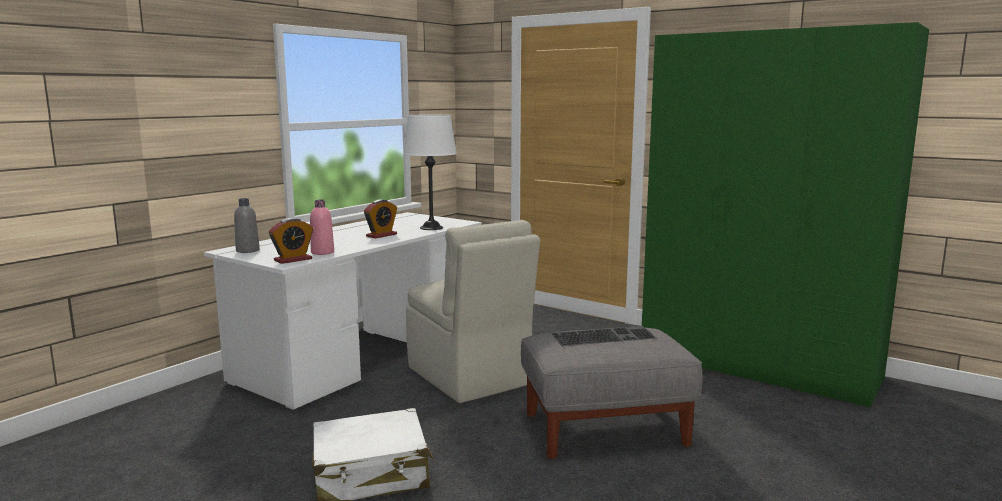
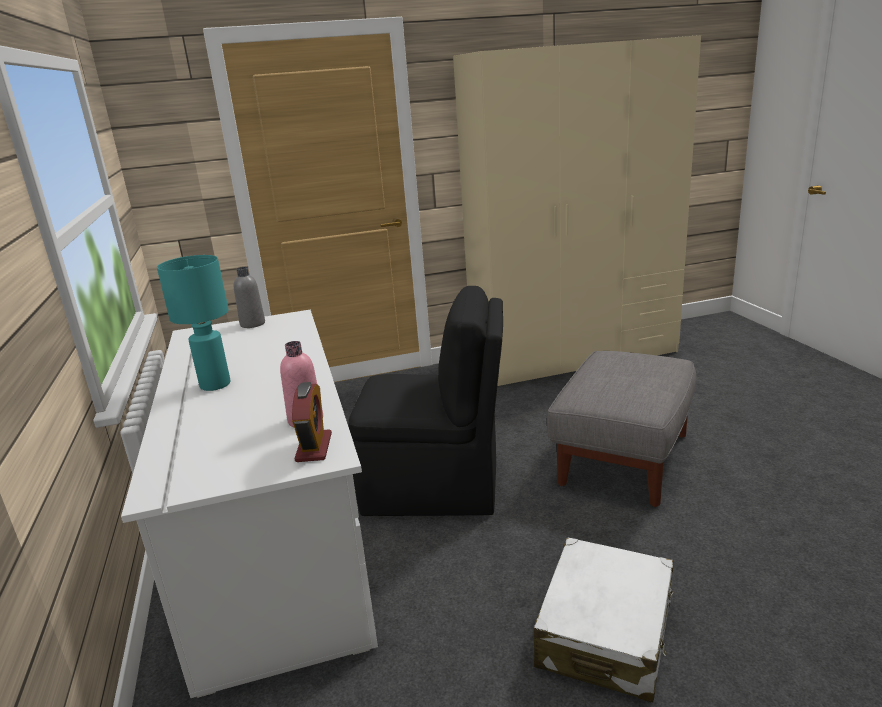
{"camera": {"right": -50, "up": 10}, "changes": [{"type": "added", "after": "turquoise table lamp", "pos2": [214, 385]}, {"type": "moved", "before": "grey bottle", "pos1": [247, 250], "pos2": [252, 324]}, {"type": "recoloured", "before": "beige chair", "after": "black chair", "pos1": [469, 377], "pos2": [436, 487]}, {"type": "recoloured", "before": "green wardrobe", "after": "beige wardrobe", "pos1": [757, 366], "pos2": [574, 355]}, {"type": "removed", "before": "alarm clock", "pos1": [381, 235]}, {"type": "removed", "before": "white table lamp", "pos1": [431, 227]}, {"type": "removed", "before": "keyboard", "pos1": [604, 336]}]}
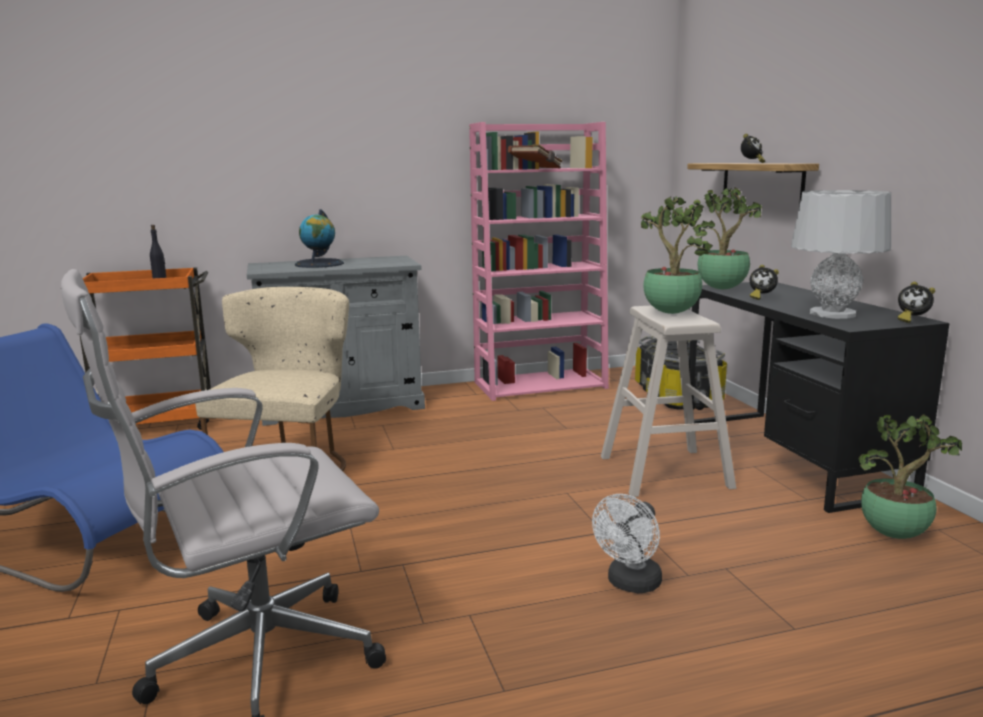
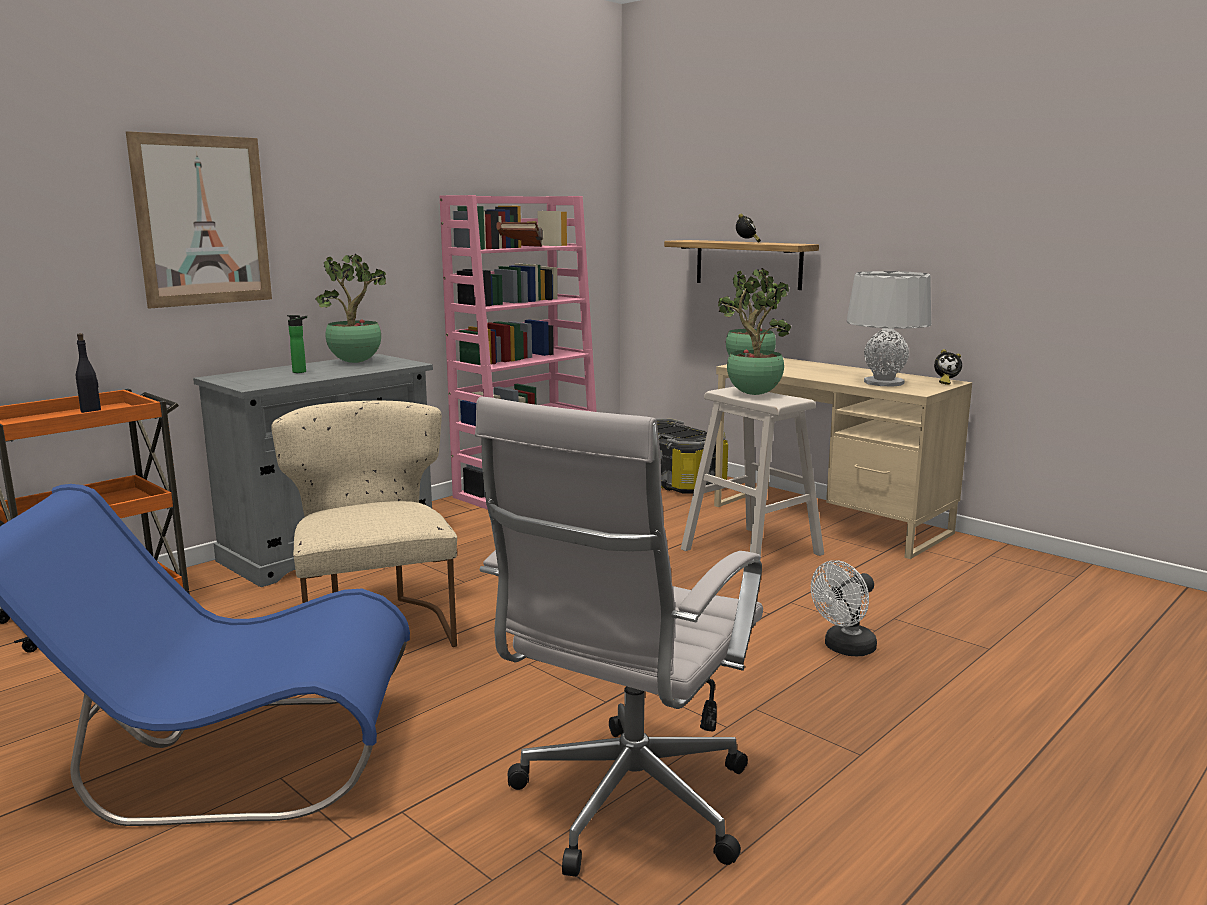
{"camera": {"right": -30, "up": 0}, "changes": [{"type": "added", "after": "picture", "pos2": [202, 221]}, {"type": "replaced", "before": "globe", "after": "bottle", "pos1": [319, 264], "pos2": [301, 372]}, {"type": "moved", "before": "potted plant", "pos1": [896, 535], "pos2": [357, 362]}, {"type": "recoloured", "before": "black desk", "after": "beige desk", "pos1": [788, 456], "pos2": [829, 519]}, {"type": "turned", "before": "white fan", "pos1": [630, 584], "pos2": [844, 649], "turn": 45}, {"type": "removed", "before": "alarm clock", "pos1": [761, 297]}]}
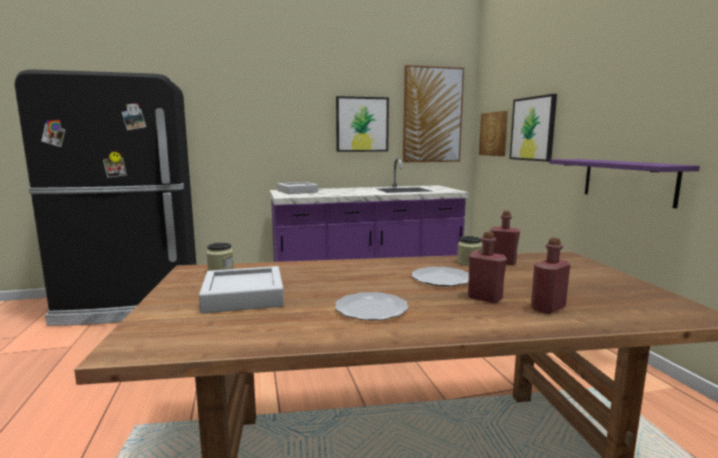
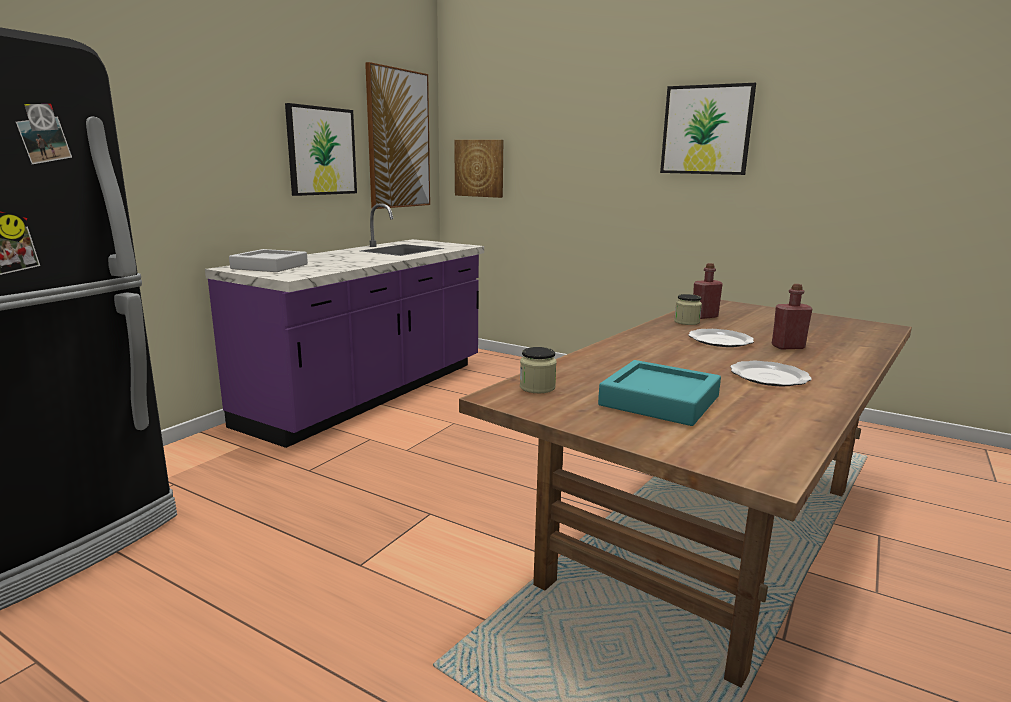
{"camera": {"right": -45, "up": 5}, "changes": [{"type": "recoloured", "before": "grey tray", "after": "turquoise tray", "pos1": [243, 296], "pos2": [659, 401]}, {"type": "moved", "before": "picture", "pos1": [533, 129], "pos2": [706, 130]}, {"type": "removed", "before": "red bottle", "pos1": [548, 308]}, {"type": "removed", "before": "purple shelf", "pos1": [628, 181]}]}
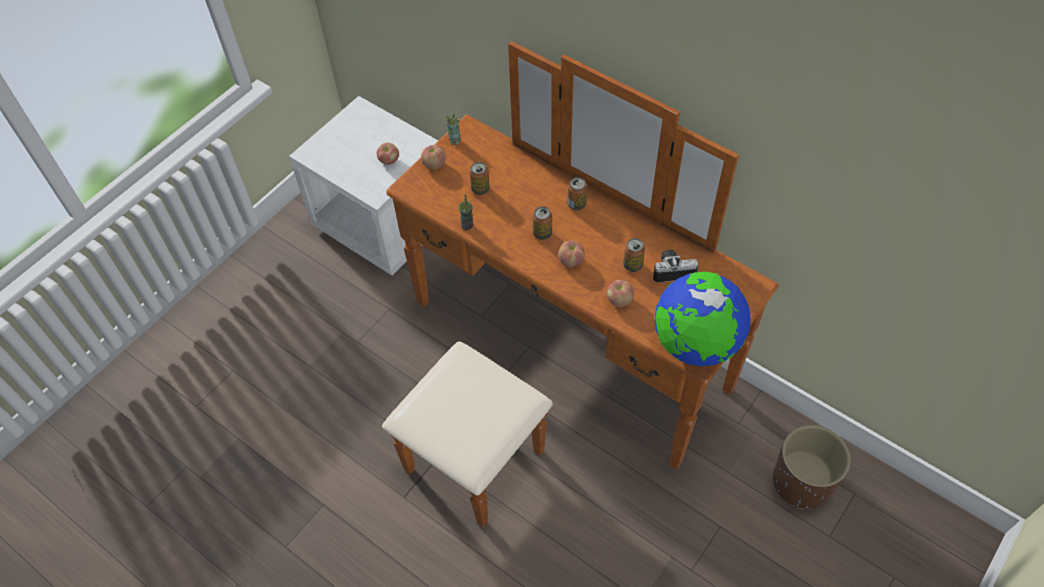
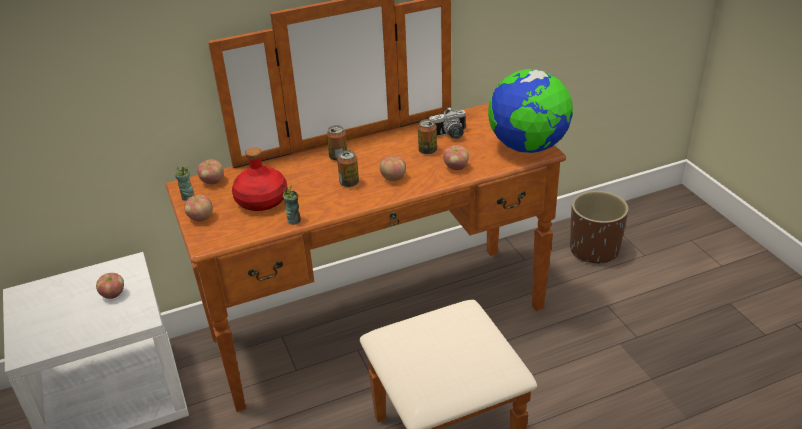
{"camera": {"right": -60, "up": -20}, "changes": [{"type": "added", "after": "apple", "pos2": [213, 181]}, {"type": "replaced", "before": "can", "after": "red bottle", "pos1": [480, 189], "pos2": [262, 200]}, {"type": "turned", "before": "photo camera", "pos1": [672, 270], "pos2": [450, 135], "turn": -135}]}
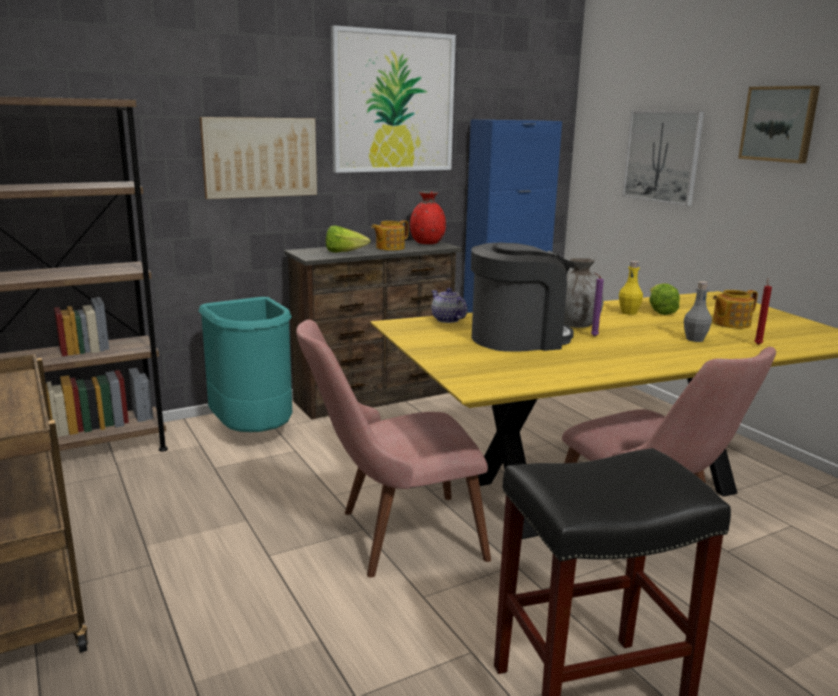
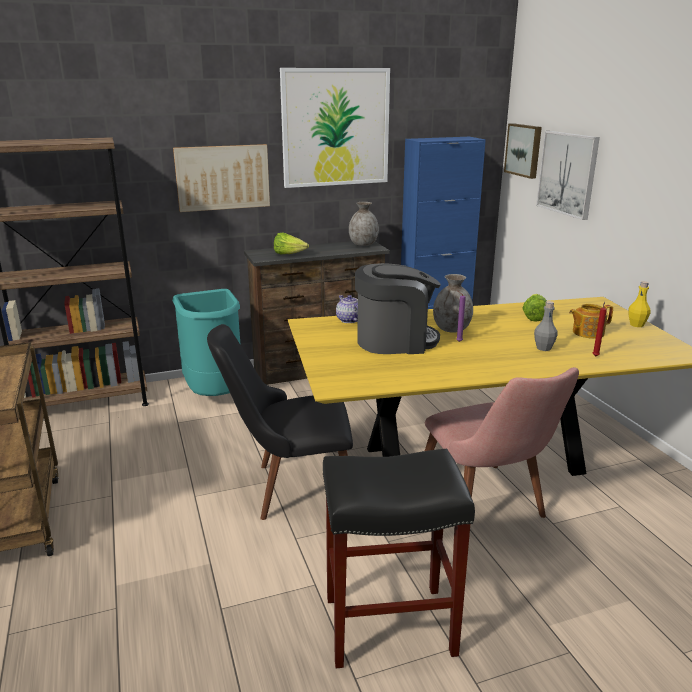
{"camera": {"right": 10, "up": 5}, "changes": [{"type": "recoloured", "before": "pink chair", "after": "black chair", "pos1": [393, 537], "pos2": [290, 489]}, {"type": "recoloured", "before": "red vase", "after": "grey vase", "pos1": [427, 243], "pos2": [363, 244]}, {"type": "moved", "before": "picture", "pos1": [779, 124], "pos2": [524, 150]}, {"type": "moved", "before": "yellow bottle", "pos1": [628, 312], "pos2": [636, 325]}, {"type": "removed", "before": "teapot", "pos1": [389, 248]}]}
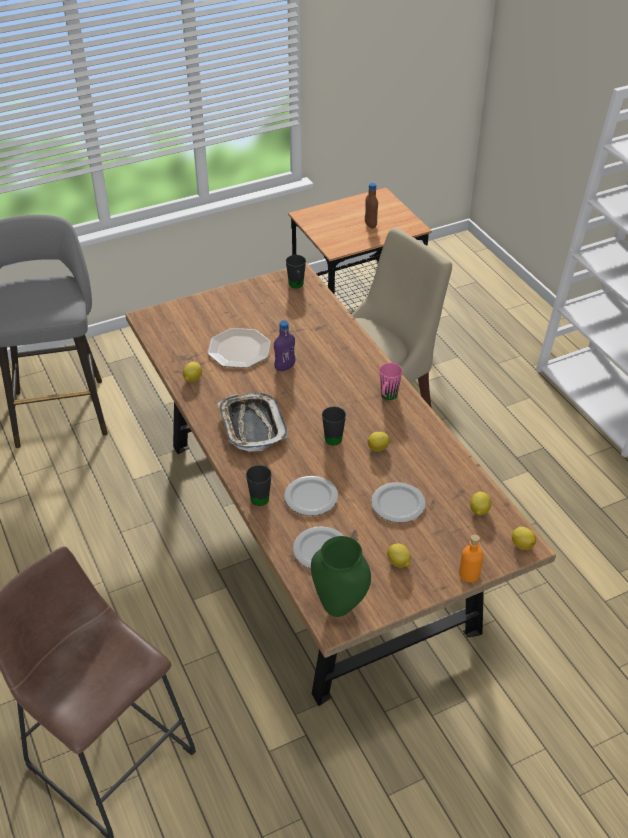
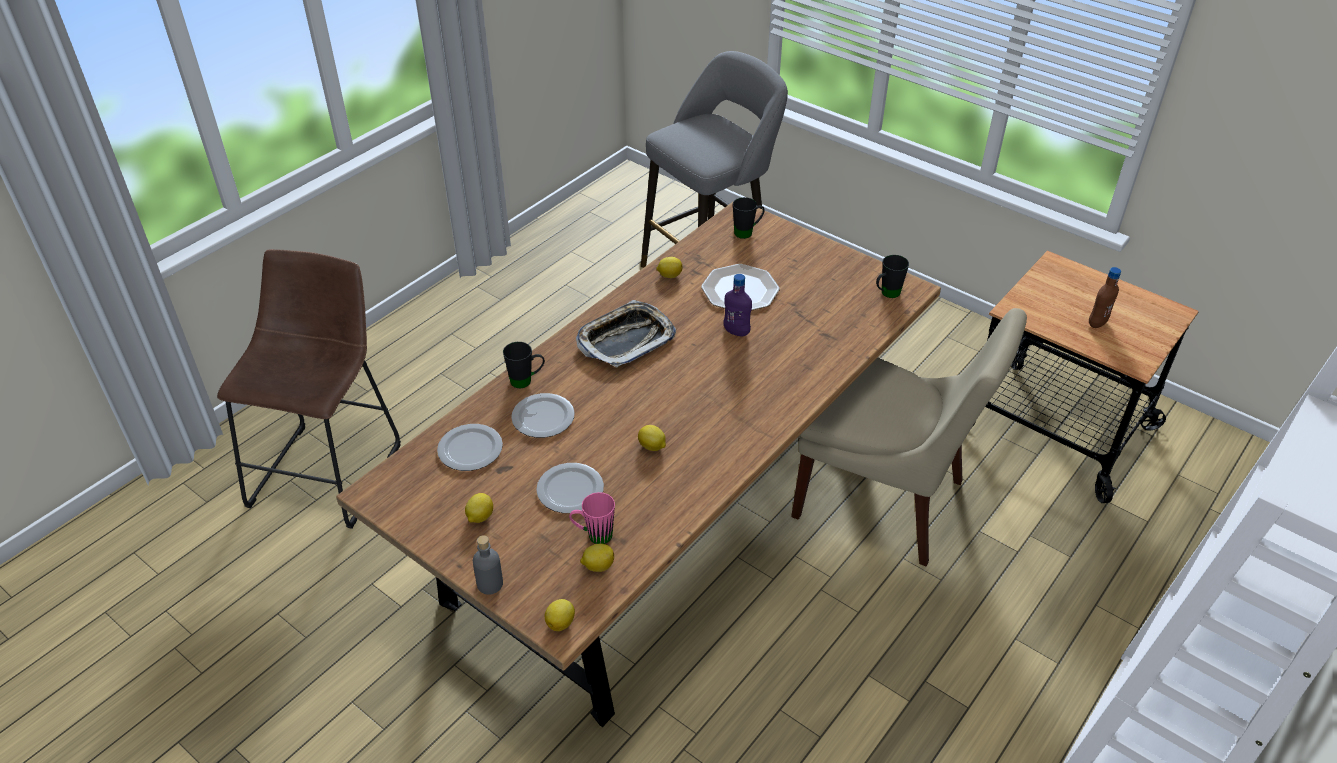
{"camera": {"right": 65, "up": 0}, "changes": [{"type": "recoloured", "before": "orange bottle", "after": "grey bottle", "pos1": [469, 574], "pos2": [490, 584]}, {"type": "moved", "before": "pink mug", "pos1": [387, 397], "pos2": [593, 535]}, {"type": "moved", "before": "black mug", "pos1": [333, 436], "pos2": [747, 232]}, {"type": "removed", "before": "green vase", "pos1": [340, 606]}]}
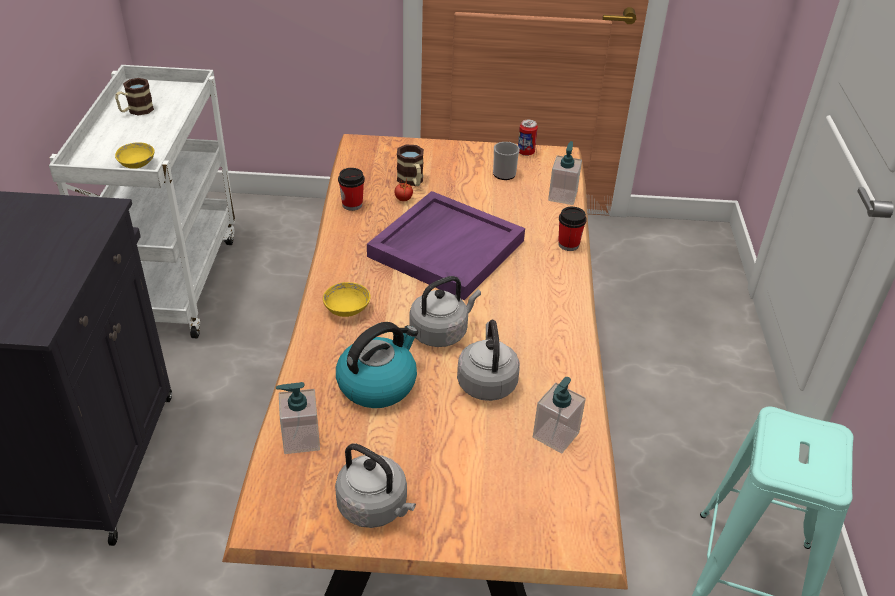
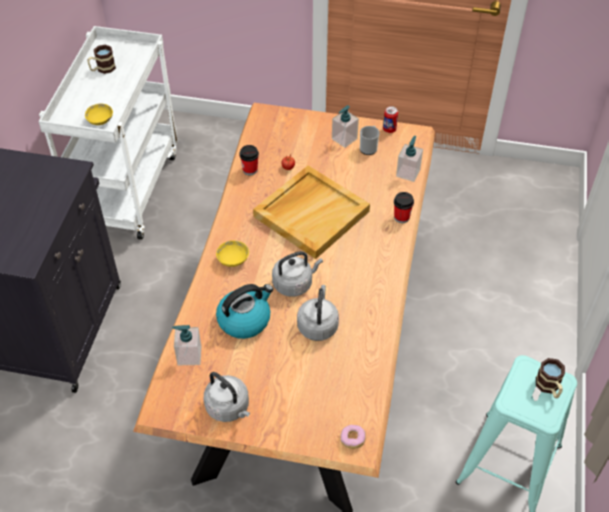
{"camera": {"right": 10, "up": 10}, "changes": [{"type": "recoloured", "before": "purple tray", "after": "beige tray", "pos1": [446, 247], "pos2": [311, 213]}, {"type": "moved", "before": "soap dispenser", "pos1": [555, 435], "pos2": [344, 139]}, {"type": "added", "after": "donut", "pos2": [352, 439]}, {"type": "moved", "before": "mug", "pos1": [412, 181], "pos2": [549, 387]}]}
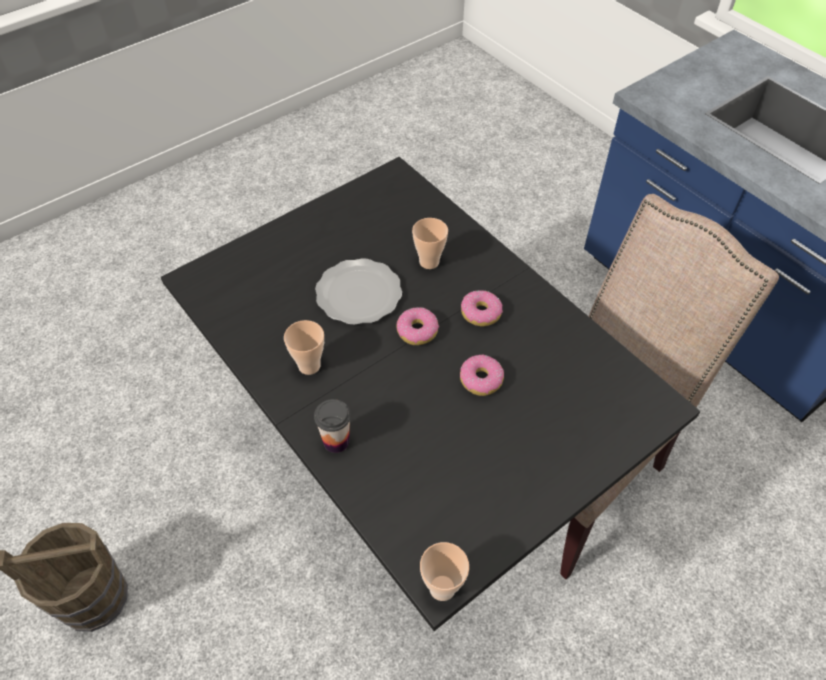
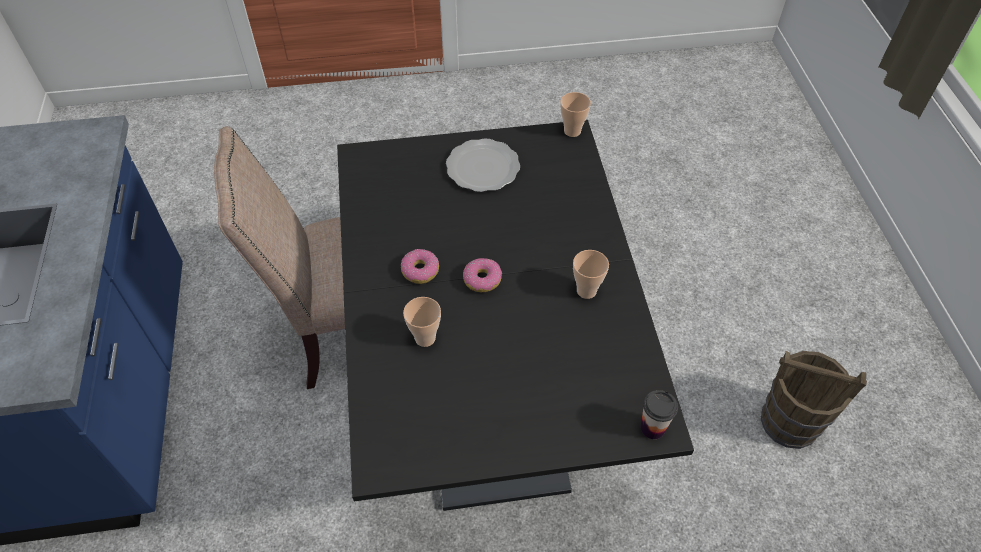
{"camera": {"right": -150, "up": 0}, "changes": [{"type": "moved", "before": "plate", "pos1": [359, 293], "pos2": [482, 168]}, {"type": "moved", "before": "cup", "pos1": [336, 441], "pos2": [652, 428]}, {"type": "removed", "before": "donut", "pos1": [480, 379]}]}
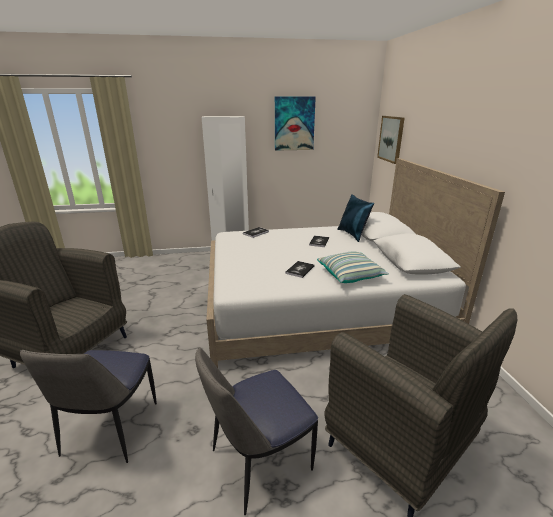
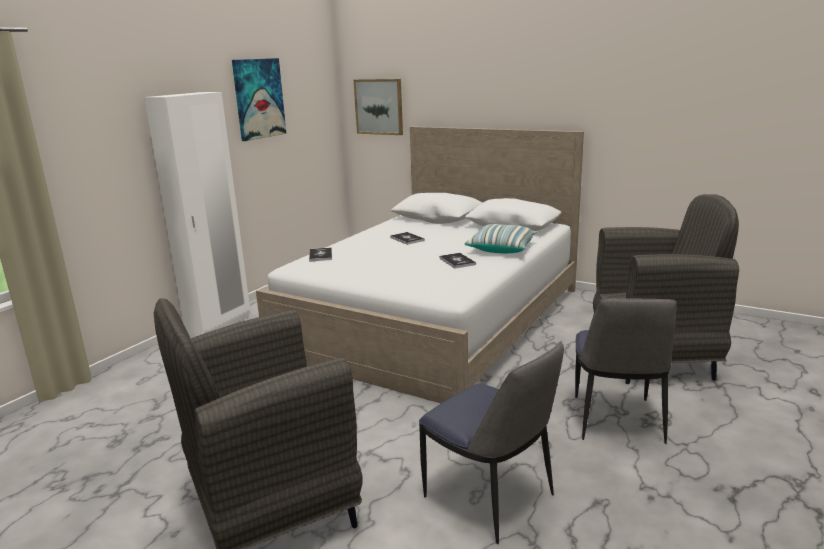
{"camera": {"right": -50, "up": -5}, "changes": [{"type": "removed", "before": "blue pillow", "pos1": [353, 235]}]}
